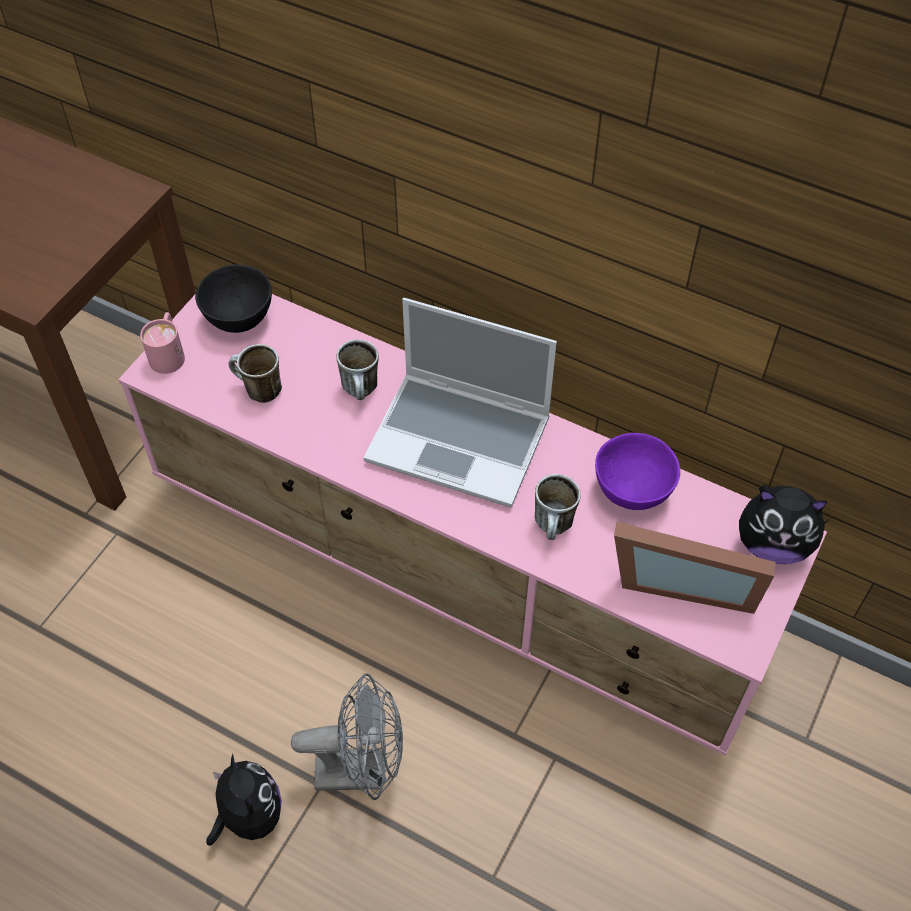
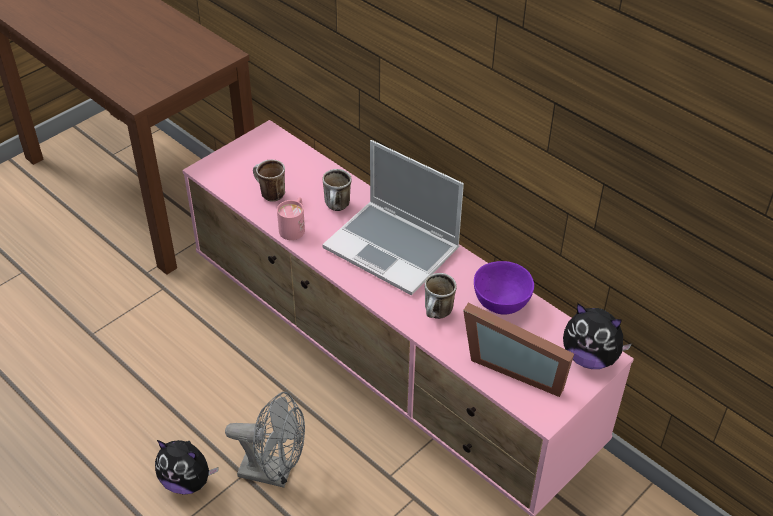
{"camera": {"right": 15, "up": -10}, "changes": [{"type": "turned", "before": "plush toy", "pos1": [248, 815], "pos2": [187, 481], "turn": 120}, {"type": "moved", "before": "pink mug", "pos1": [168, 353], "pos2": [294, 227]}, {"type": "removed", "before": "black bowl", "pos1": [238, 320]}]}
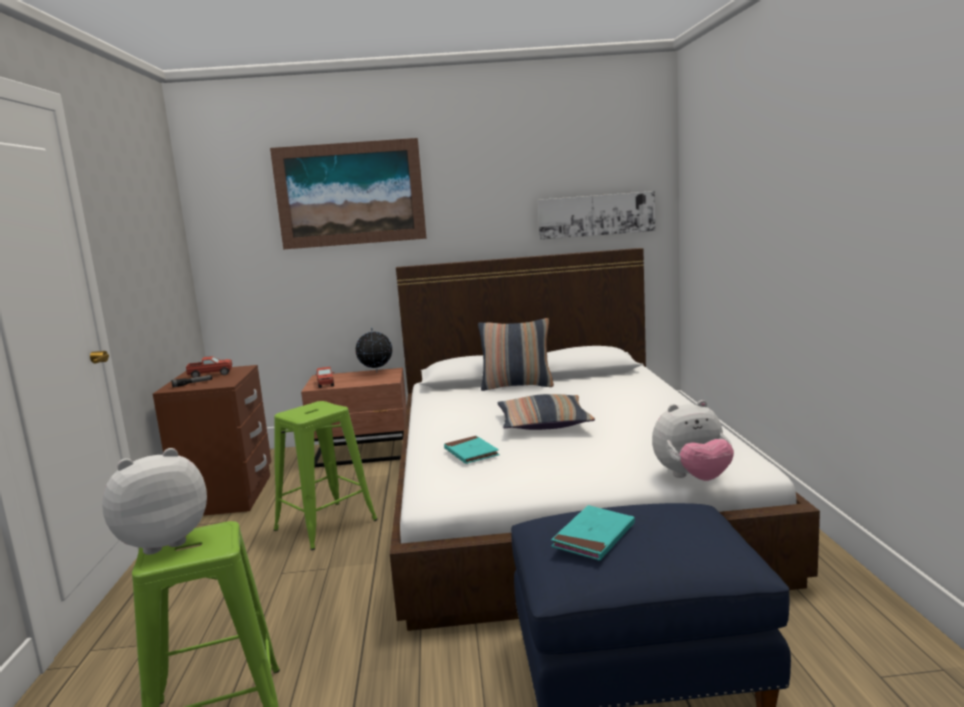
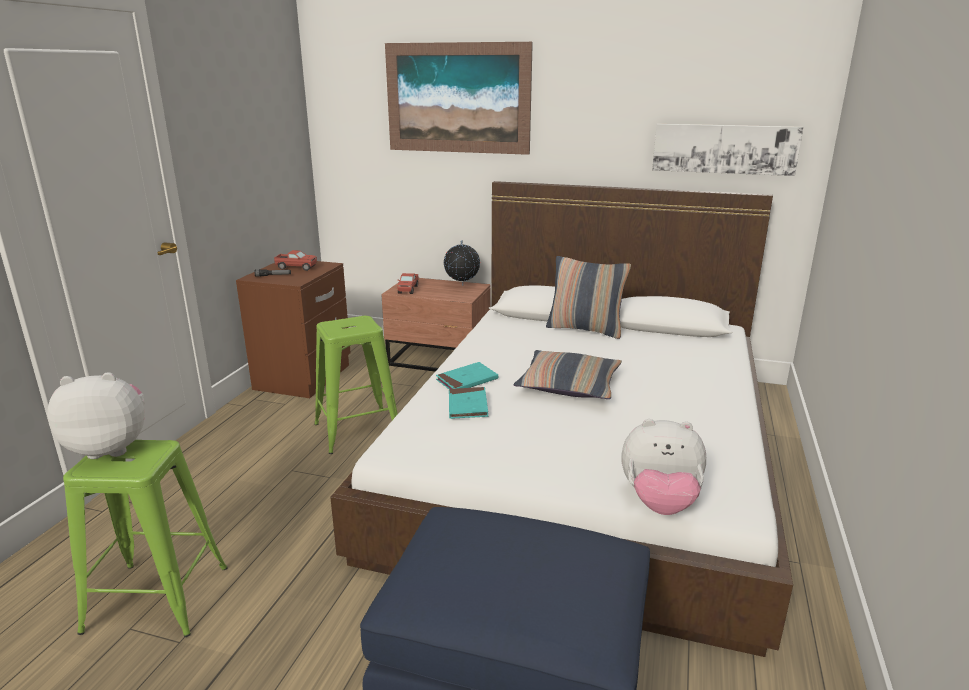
{"camera": {"right": 20, "up": 10}, "changes": [{"type": "moved", "before": "turquoise book", "pos1": [594, 536], "pos2": [467, 380]}]}
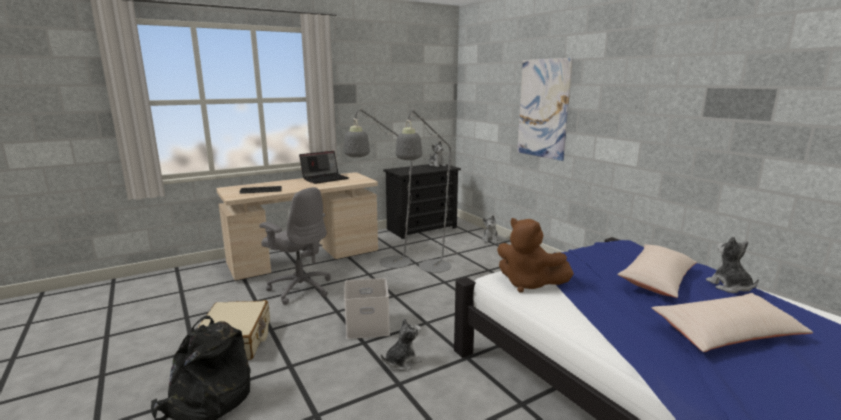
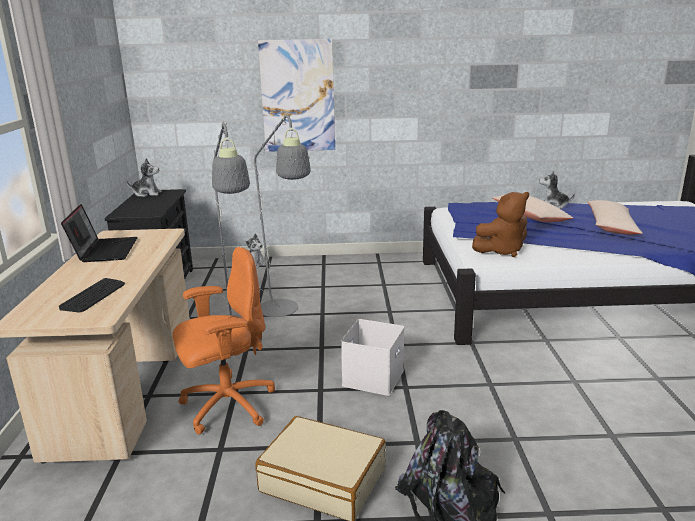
{"camera": {"right": -60, "up": 5}, "changes": [{"type": "recoloured", "before": "grey office chair", "after": "orange office chair", "pos1": [300, 288], "pos2": [227, 405]}, {"type": "removed", "before": "plush toy", "pos1": [402, 362]}]}
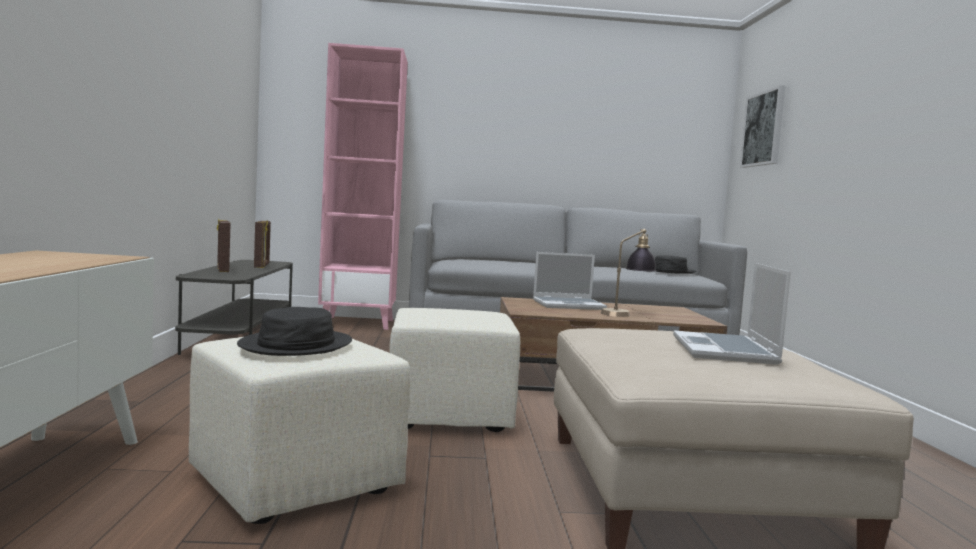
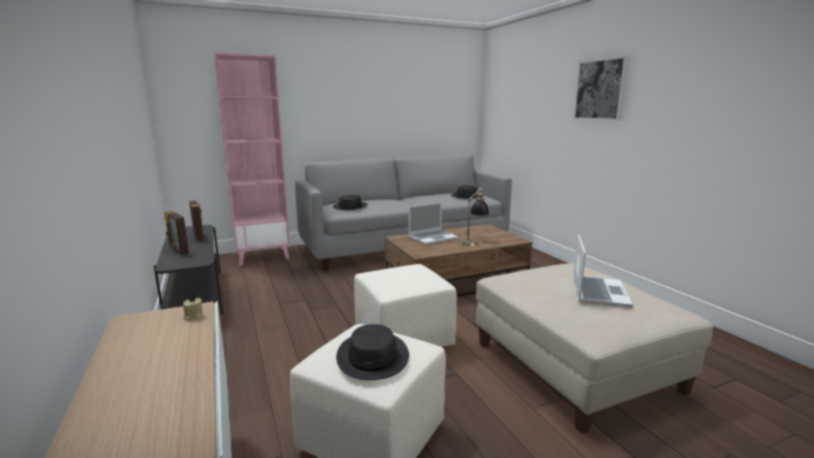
{"camera": {"right": -20, "up": 10}, "changes": [{"type": "added", "after": "beige candle", "pos2": [193, 316]}, {"type": "added", "after": "black hat", "pos2": [350, 206]}, {"type": "moved", "before": "picture", "pos1": [763, 129], "pos2": [600, 89]}, {"type": "turned", "before": "laptop", "pos1": [725, 351], "pos2": [598, 292], "turn": -150}]}
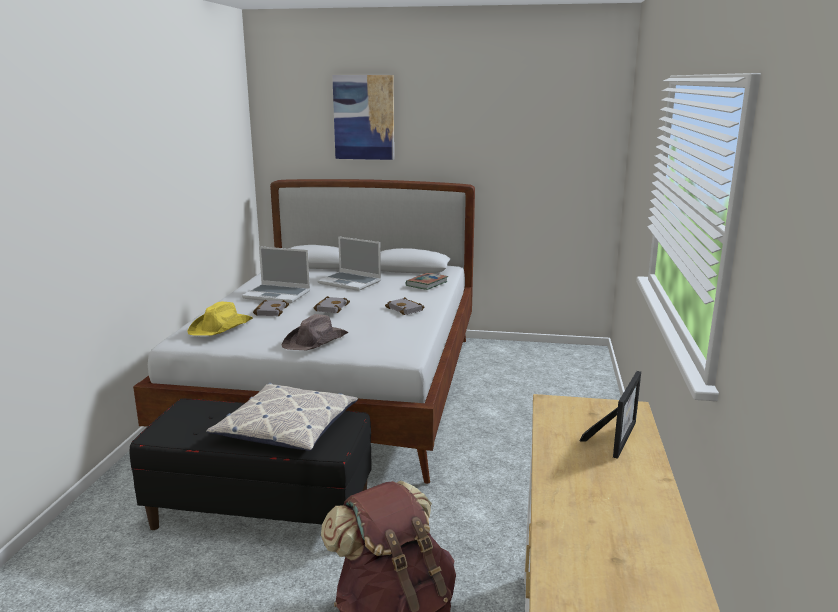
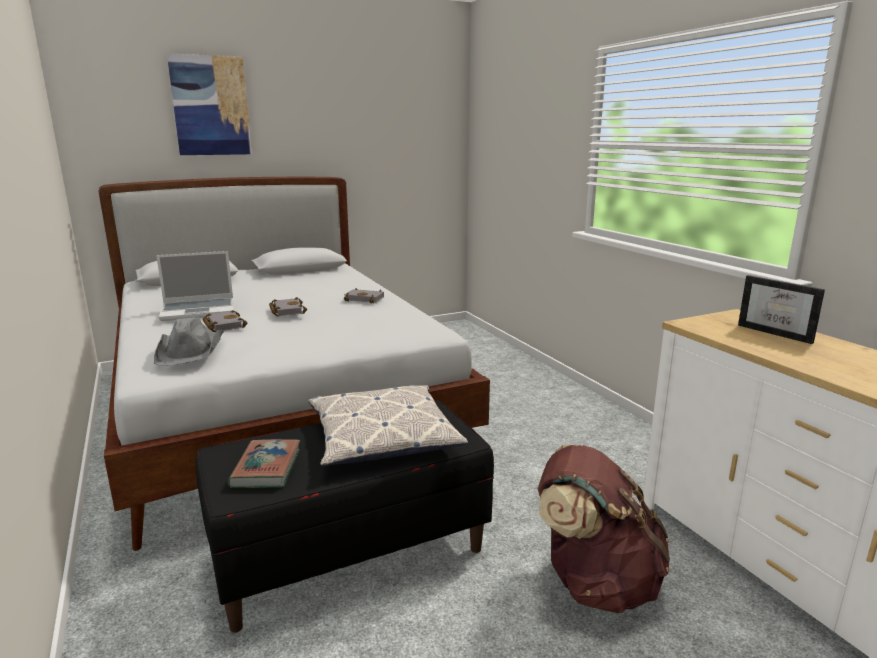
{"camera": {"right": -35, "up": 0}, "changes": [{"type": "recoloured", "before": "yellow hat", "after": "grey hat", "pos1": [222, 327], "pos2": [191, 350]}, {"type": "moved", "before": "book", "pos1": [427, 284], "pos2": [266, 468]}, {"type": "turned", "before": "picture frame", "pos1": [616, 437], "pos2": [779, 333], "turn": 150}, {"type": "removed", "before": "brown hat", "pos1": [316, 341]}, {"type": "removed", "before": "laptop", "pos1": [350, 282]}]}
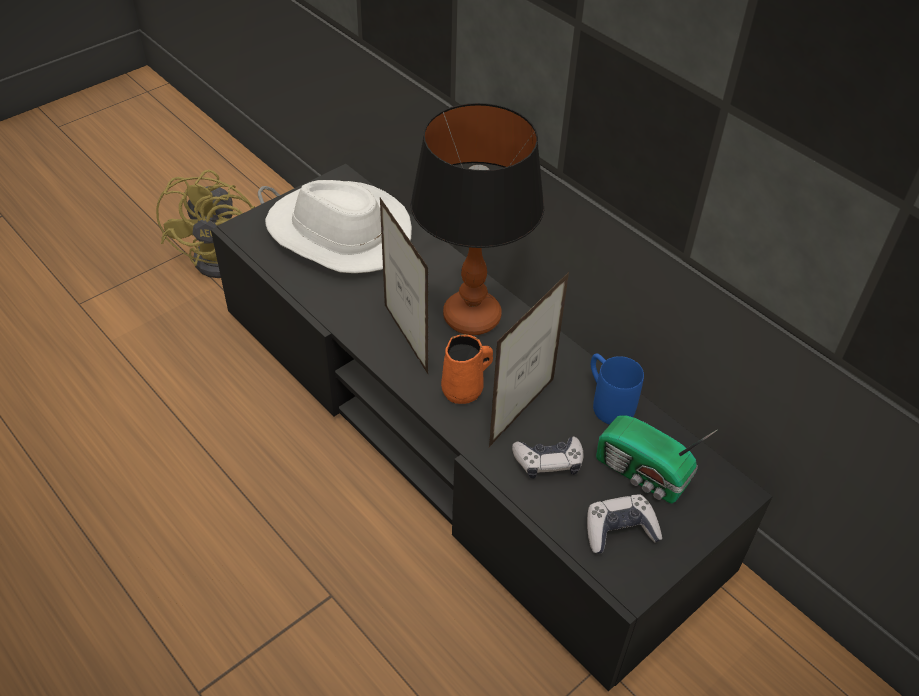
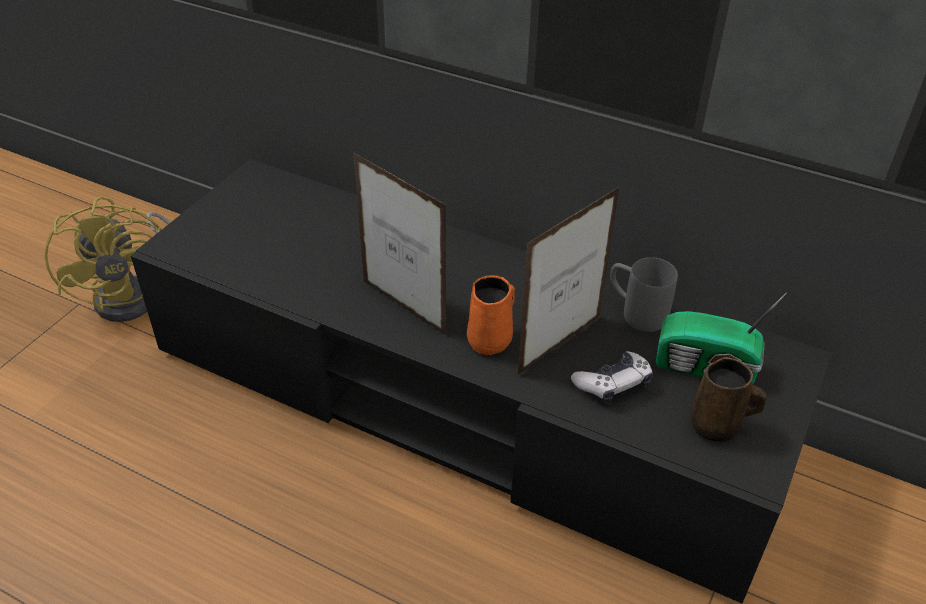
{"camera": {"right": -20, "up": -5}, "changes": [{"type": "turned", "before": "picture frame", "pos1": [522, 412], "pos2": [560, 345], "turn": -150}, {"type": "recoloured", "before": "blue mug", "after": "grey mug", "pos1": [607, 402], "pos2": [635, 312]}, {"type": "replaced", "before": "game controller", "after": "brown mug", "pos1": [619, 530], "pos2": [717, 427]}, {"type": "removed", "before": "white hat", "pos1": [338, 234]}, {"type": "removed", "before": "table lamp", "pos1": [471, 316]}]}
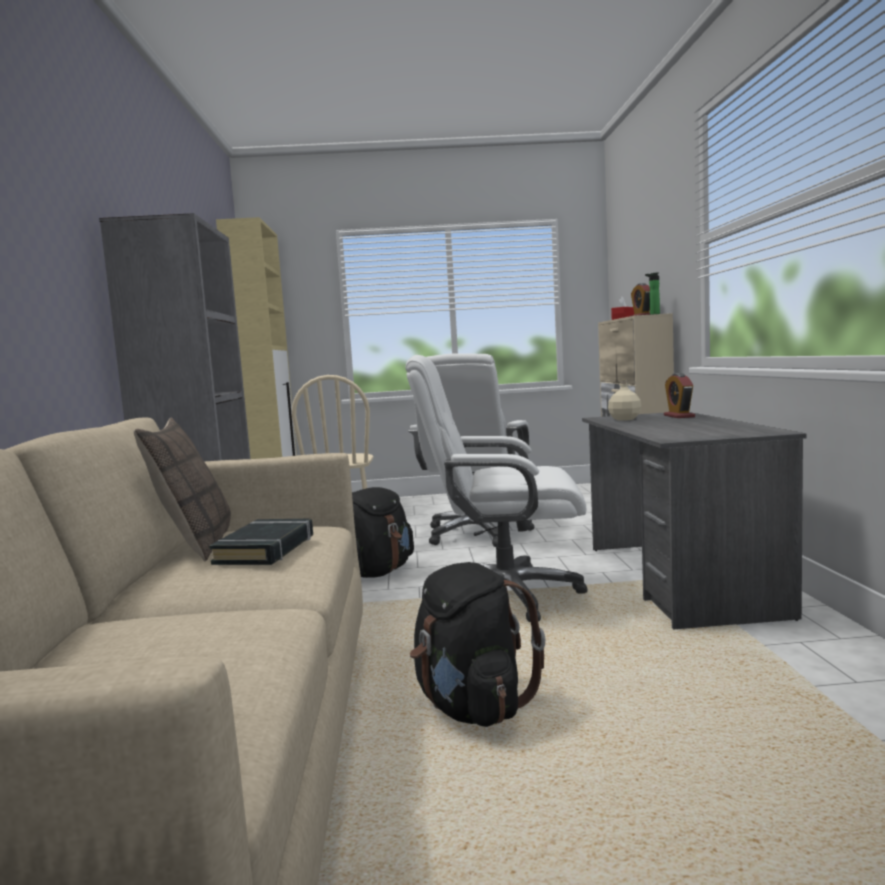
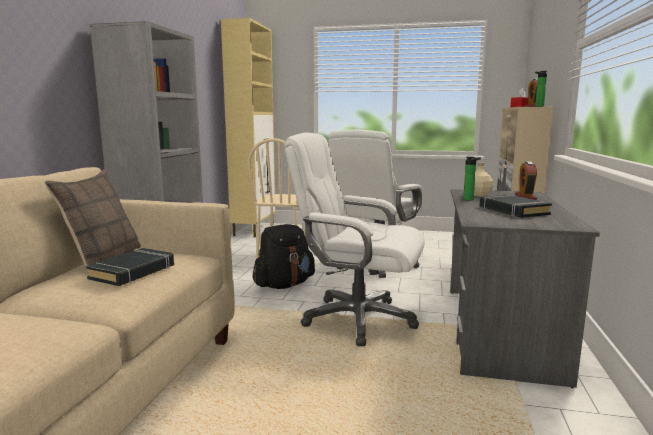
{"camera": {"right": 15, "up": 5}, "changes": [{"type": "added", "after": "bottle", "pos2": [470, 199]}, {"type": "added", "after": "black book", "pos2": [512, 210]}, {"type": "removed", "before": "black backpack", "pos1": [472, 706]}]}
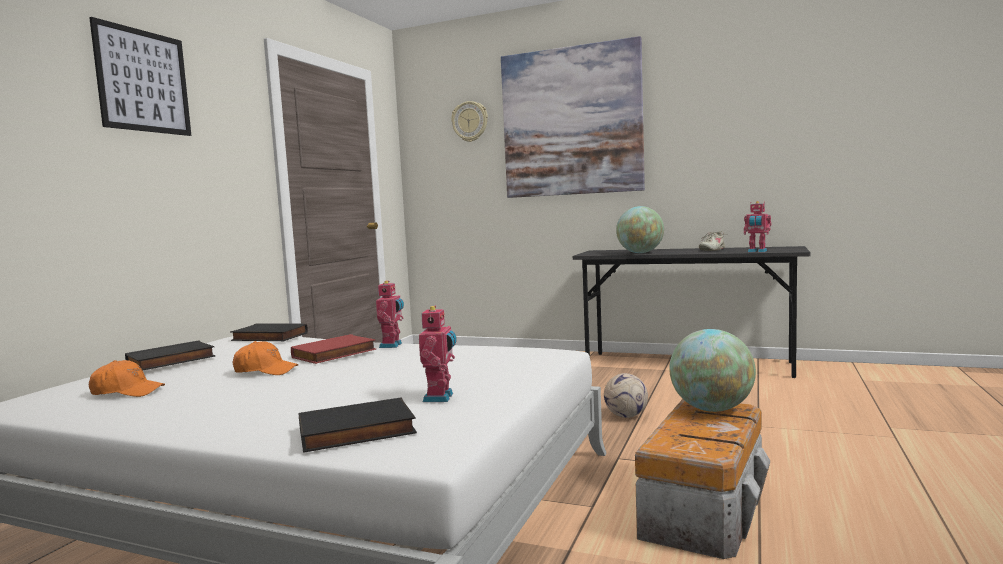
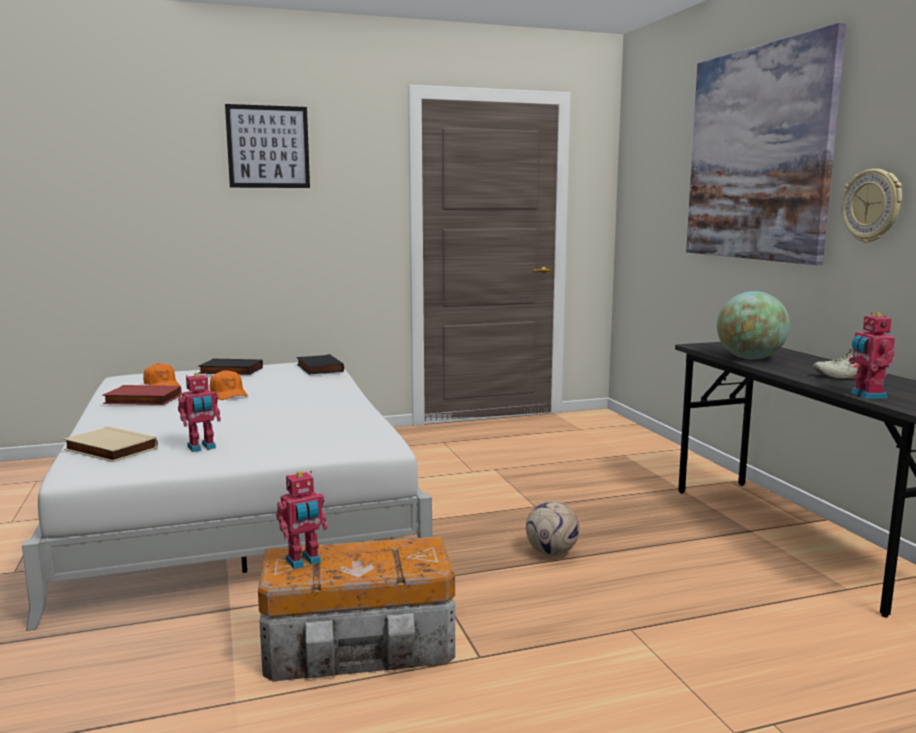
{"camera": {"right": 50, "up": 5}, "changes": [{"type": "recoloured", "before": "black book", "after": "beige book", "pos1": [356, 432], "pos2": [109, 450]}, {"type": "moved", "before": "red book", "pos1": [335, 354], "pos2": [142, 400]}, {"type": "moved", "before": "toy robot", "pos1": [392, 345], "pos2": [304, 562]}, {"type": "moved", "before": "wall clock", "pos1": [470, 121], "pos2": [872, 206]}, {"type": "removed", "before": "globe", "pos1": [712, 409]}]}
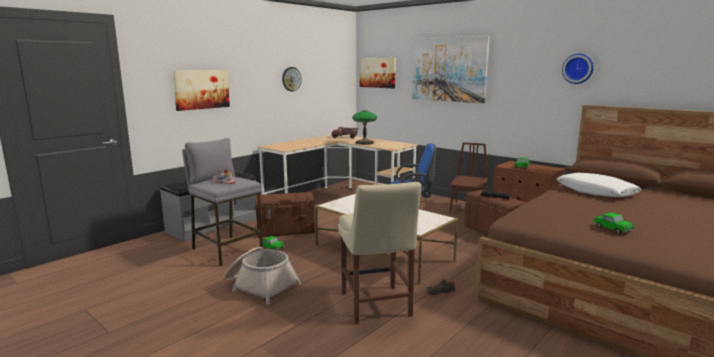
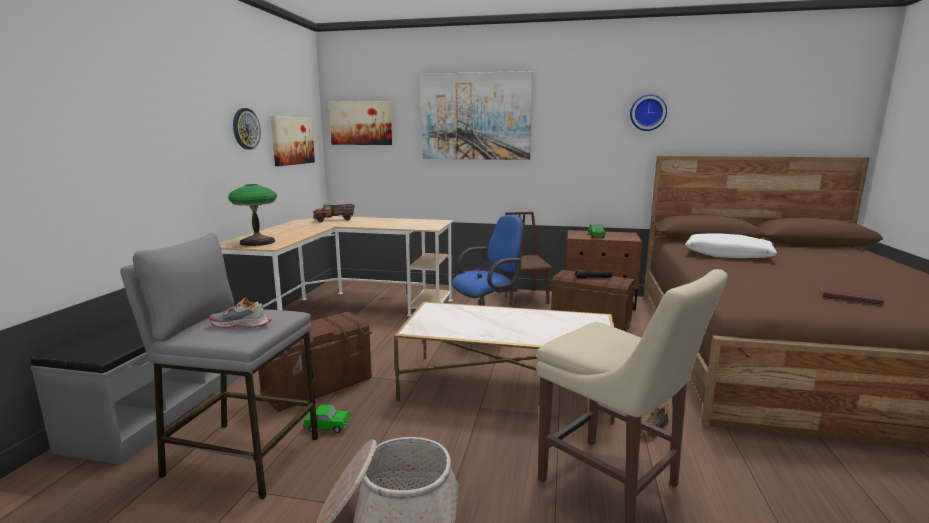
{"camera": {"right": -30, "up": 0}, "changes": [{"type": "moved", "before": "table lamp", "pos1": [364, 143], "pos2": [258, 242]}, {"type": "moved", "before": "picture", "pos1": [201, 89], "pos2": [292, 140]}, {"type": "replaced", "before": "toy car", "after": "brown book", "pos1": [612, 229], "pos2": [849, 296]}]}
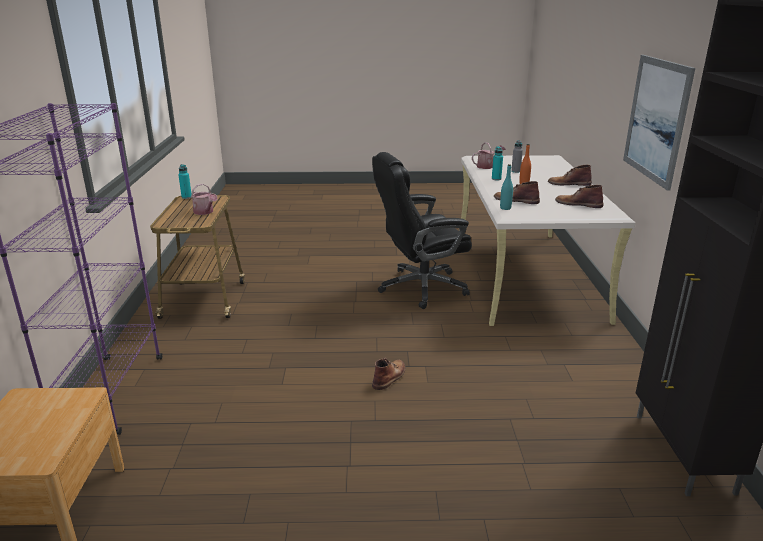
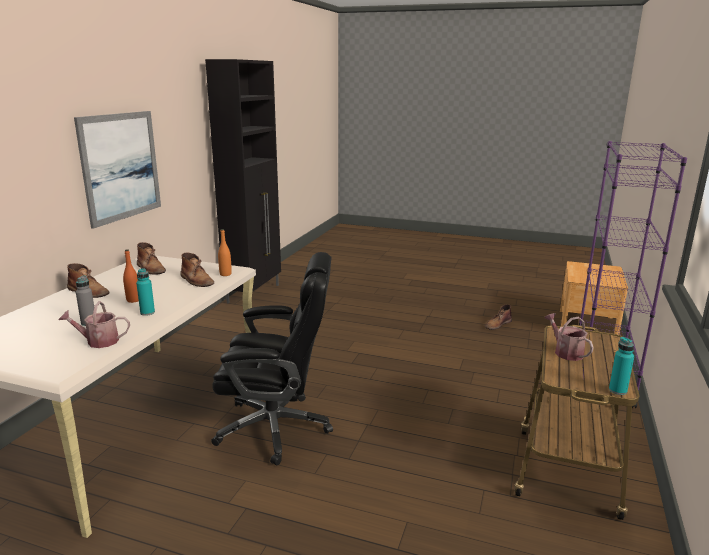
{"camera": {"right": -160, "up": -5}, "changes": [{"type": "recoloured", "before": "turquoise bottle", "after": "orange bottle", "pos1": [505, 208], "pos2": [225, 274]}, {"type": "moved", "before": "brown boot", "pos1": [389, 376], "pos2": [497, 324]}]}
